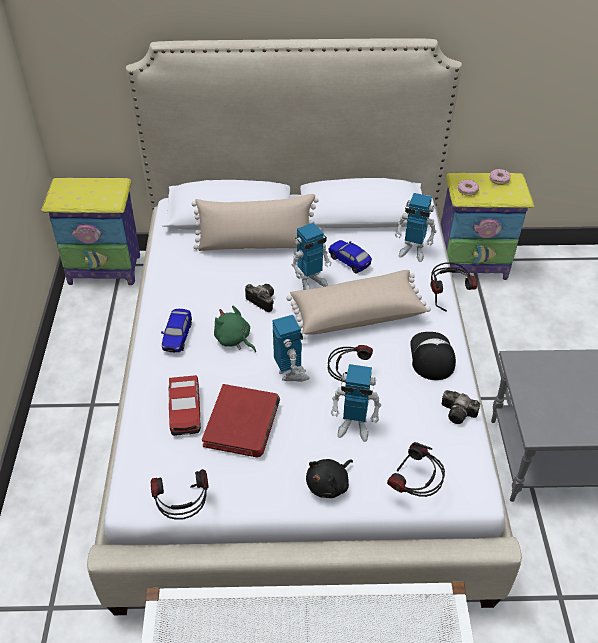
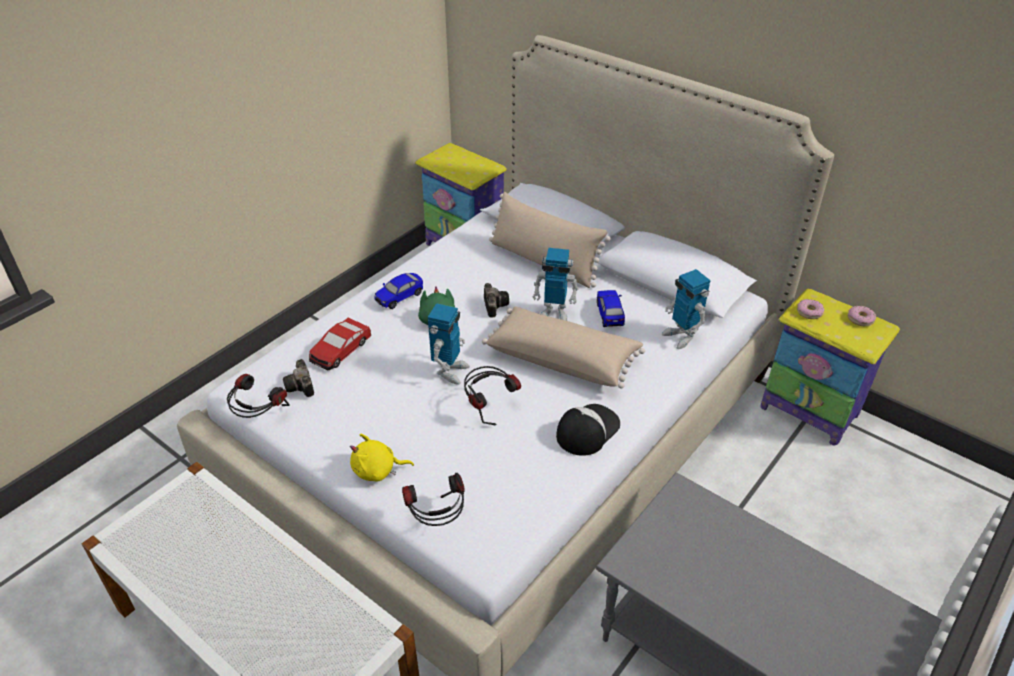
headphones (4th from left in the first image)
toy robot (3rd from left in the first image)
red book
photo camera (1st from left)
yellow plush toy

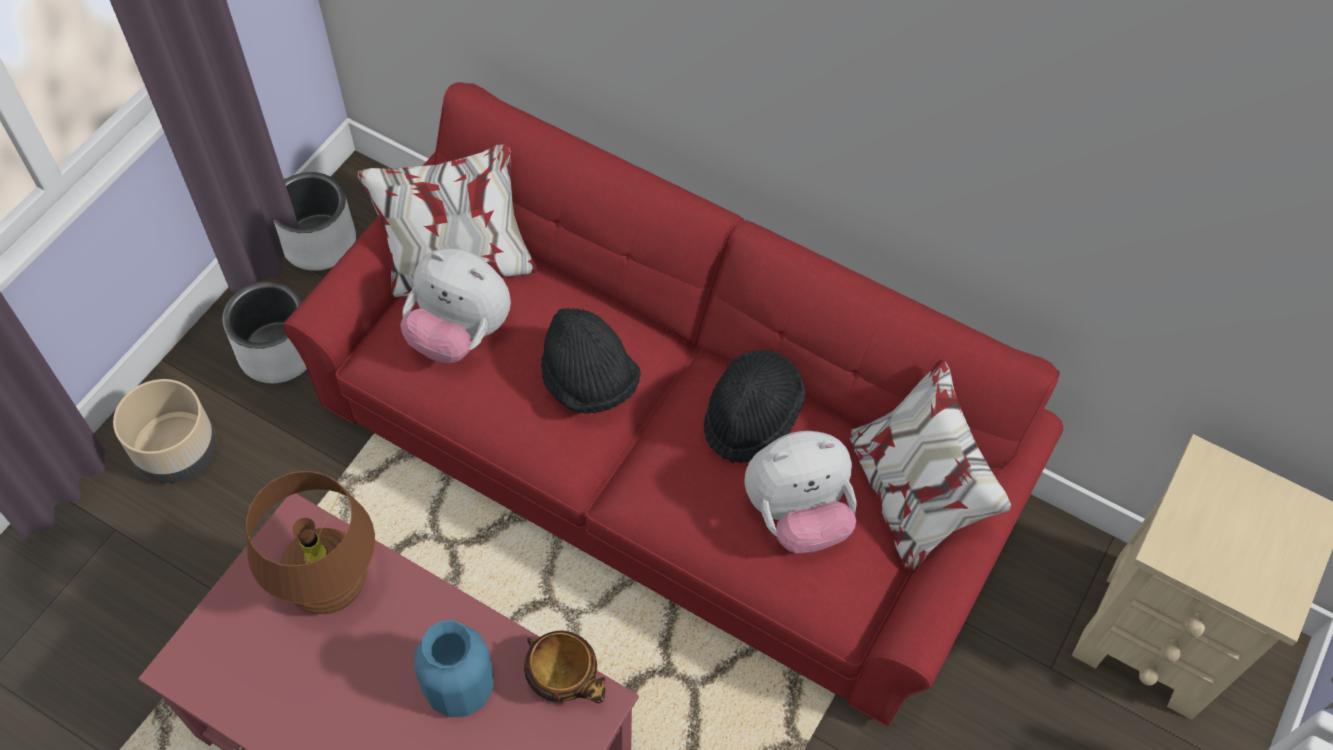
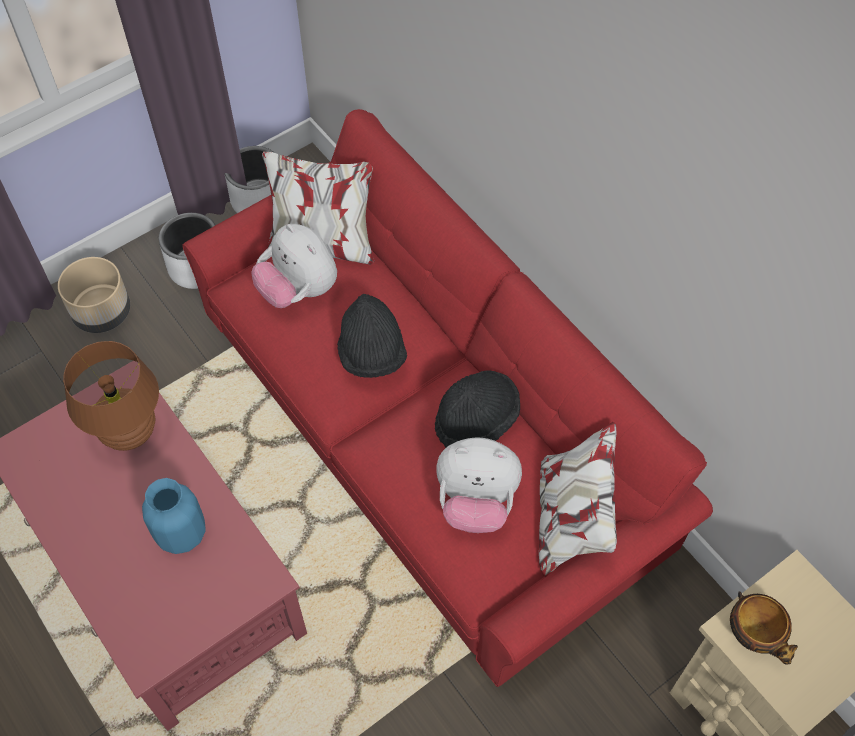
bowl

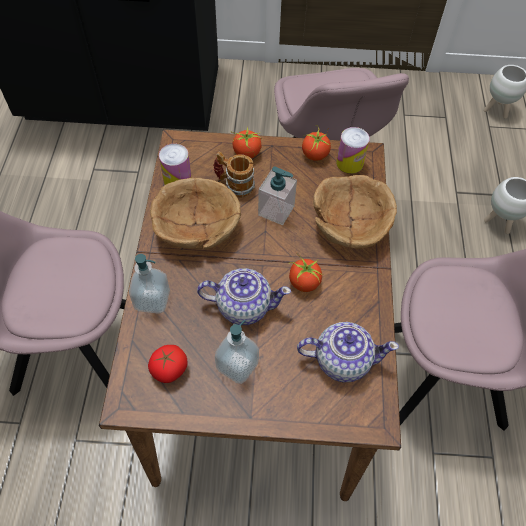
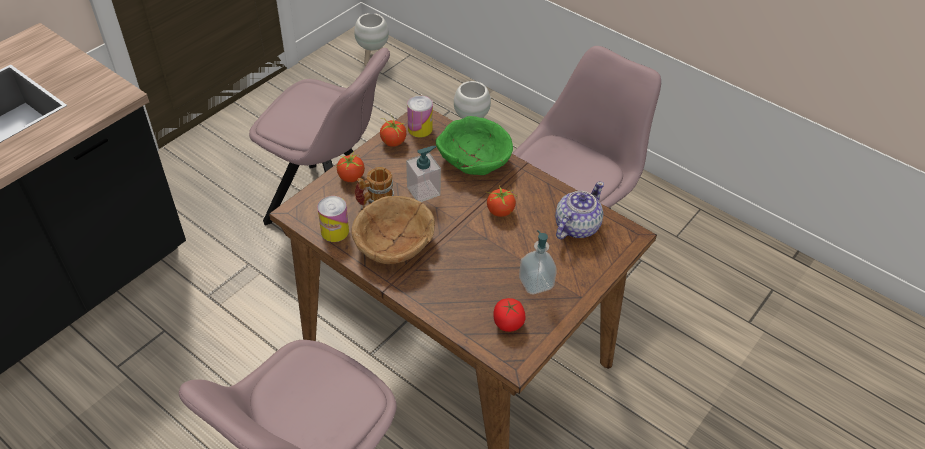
green bowl
soap dispenser (1st from left in the first image)
teapot (1st from left in the first image)

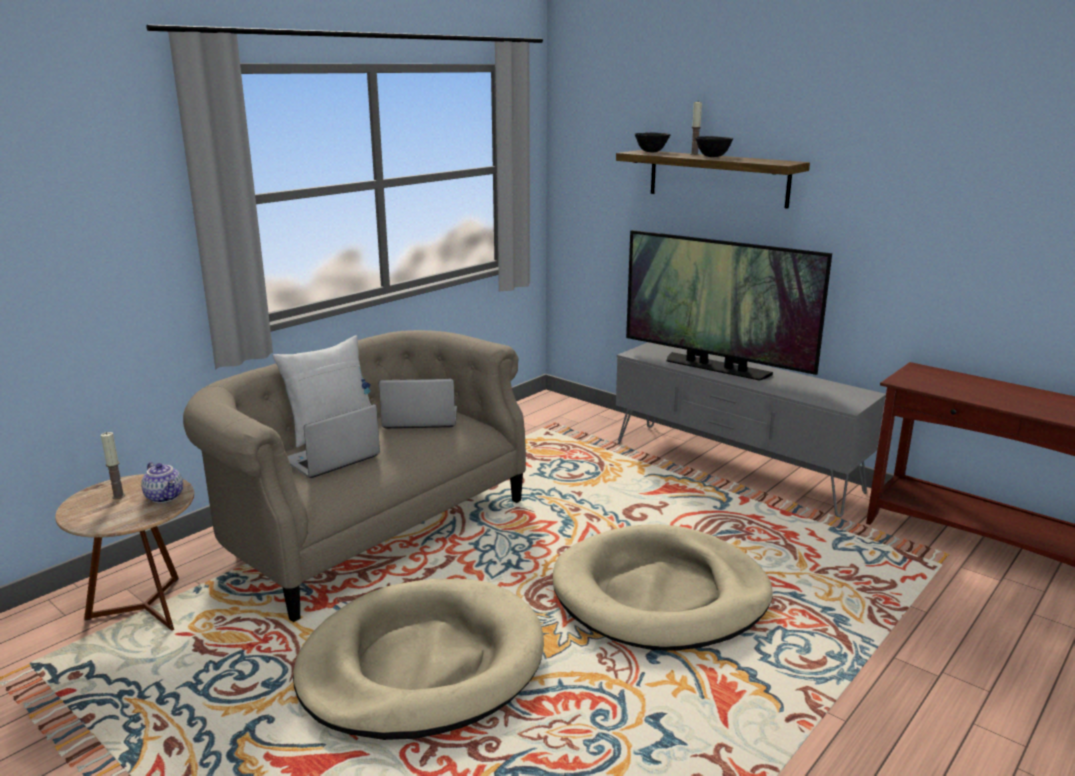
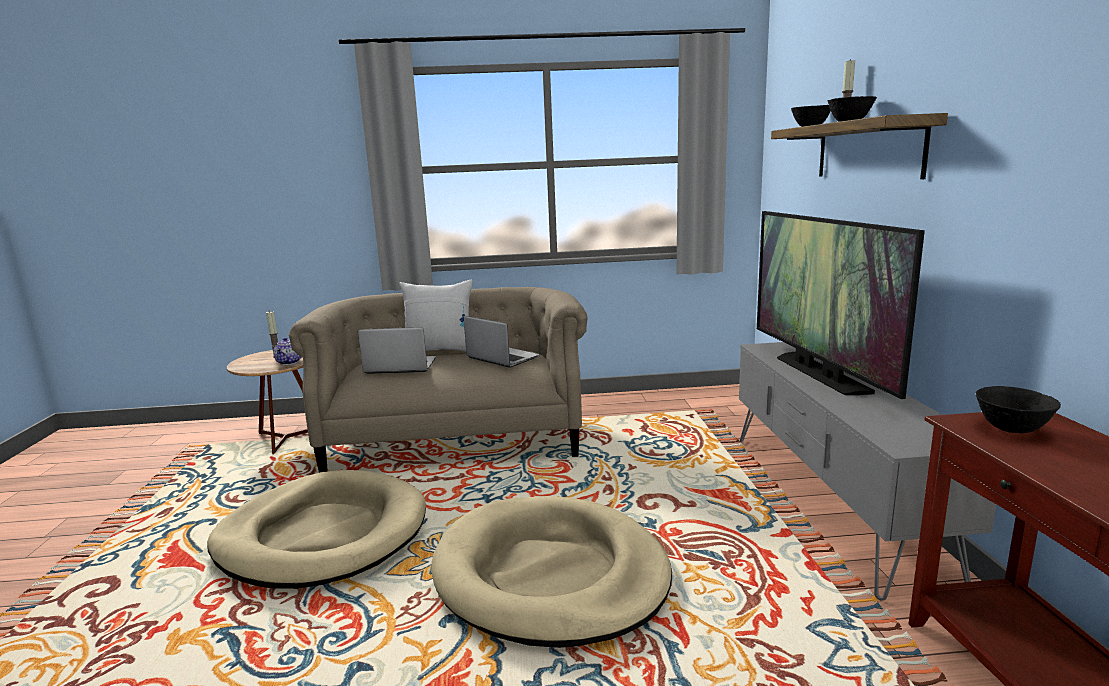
black bowl (3rd from left)

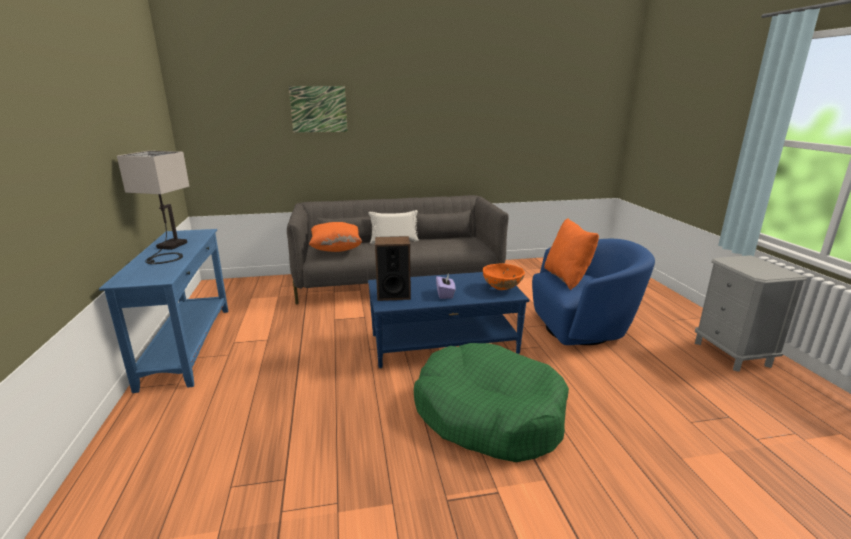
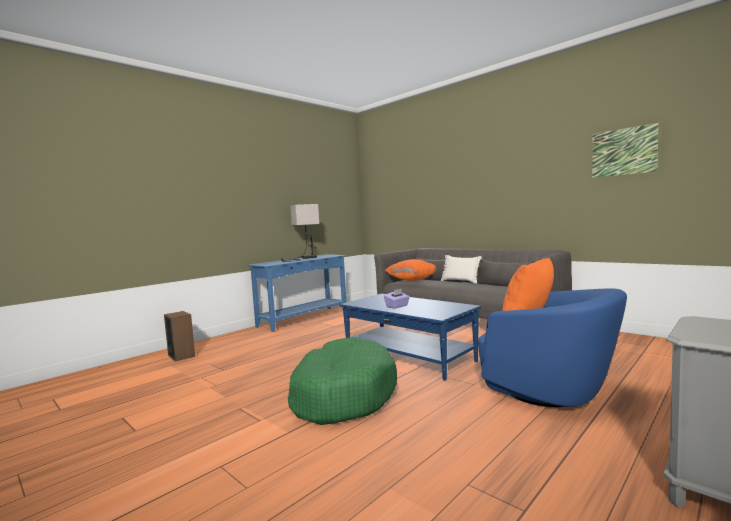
picture
speaker
orange bowl

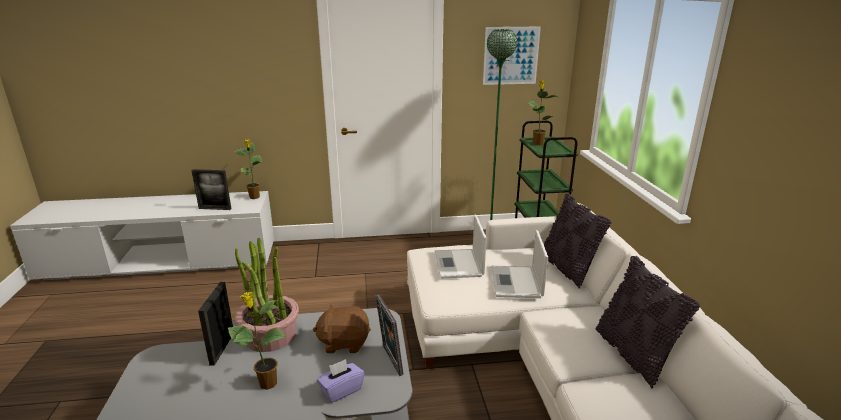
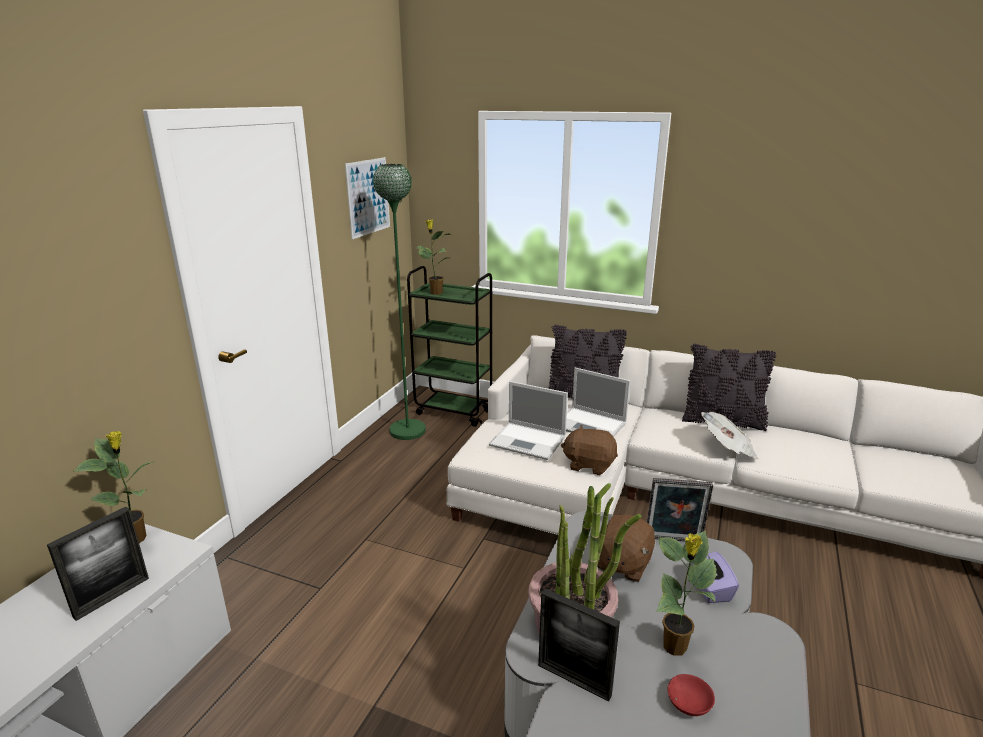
newspaper
brown plush toy (1st from left)
red bowl

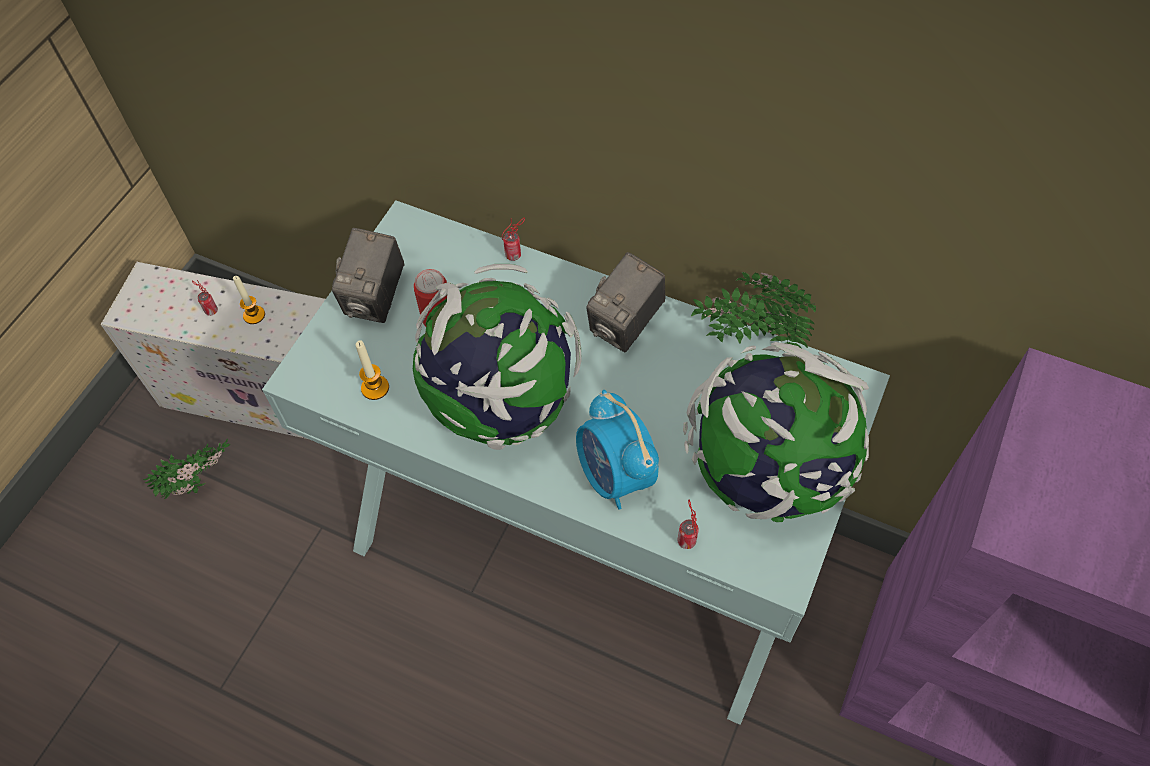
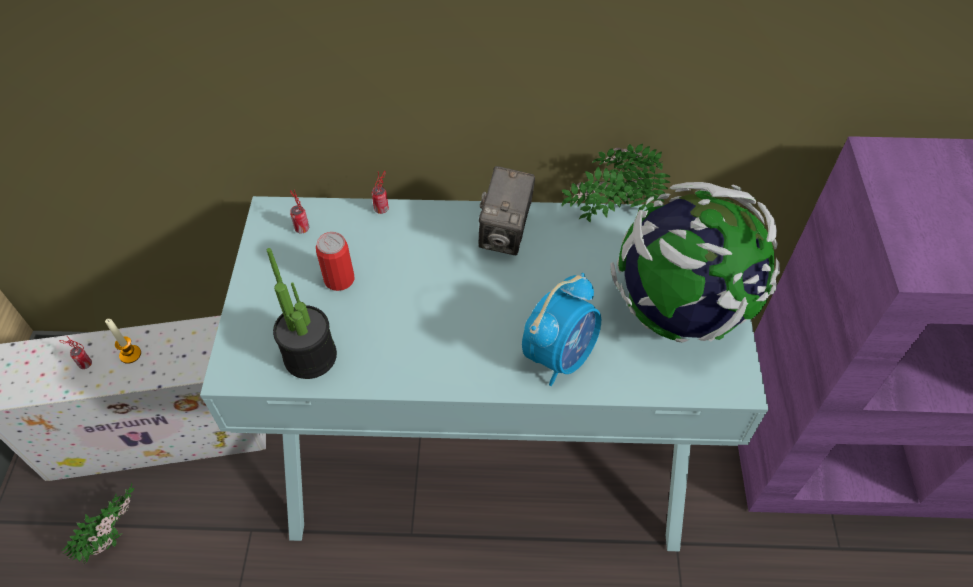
photo camera (1st from left in the first image)
globe (1st from left in the first image)
potted plant (2nd from left)
alarm clock
can (2nd from left)

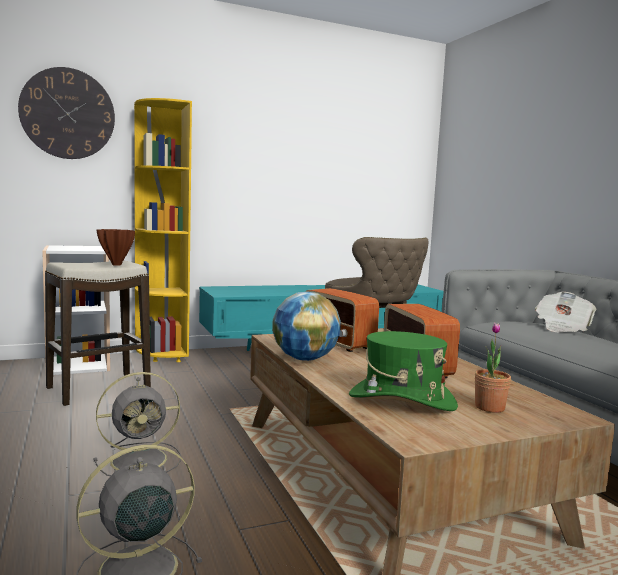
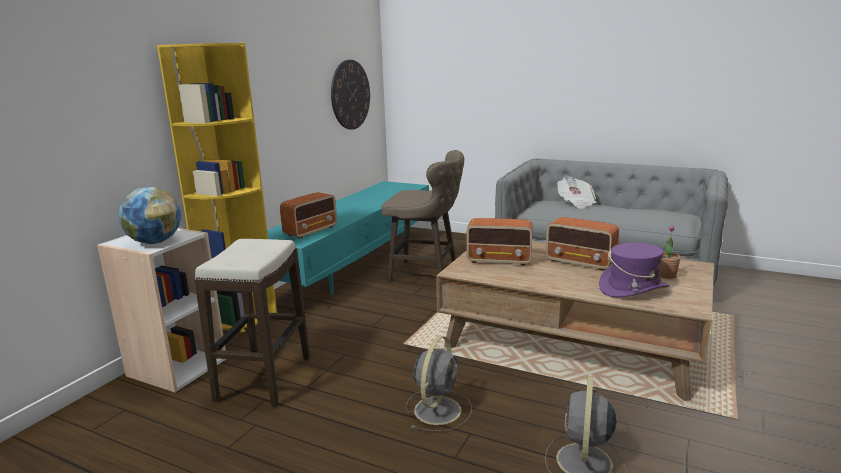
wall clock
brown vase
globe
purple hat
radio (1st from left)

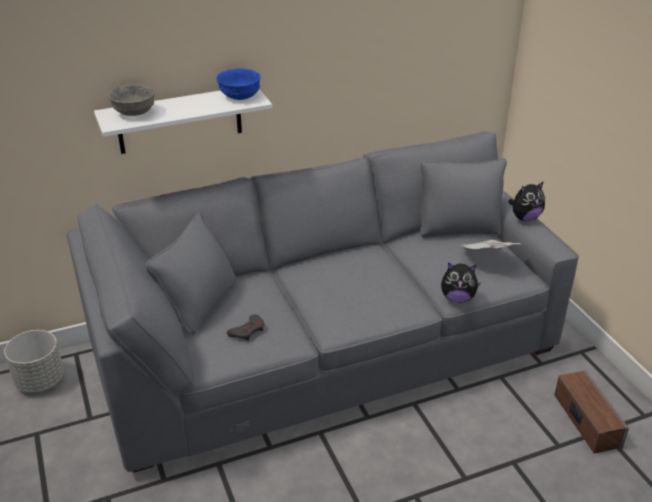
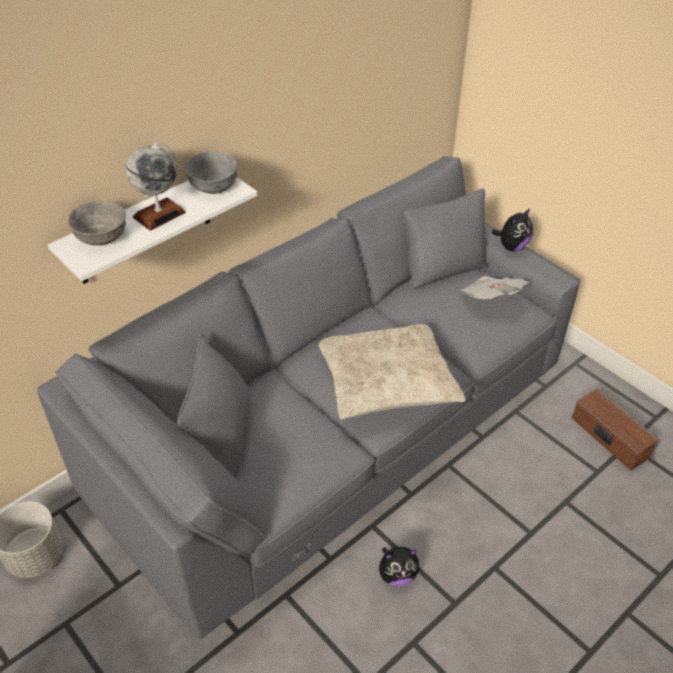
grey bowl (2nd from left)
plush toy (1st from left)
grey game controller
globe
beige pillow

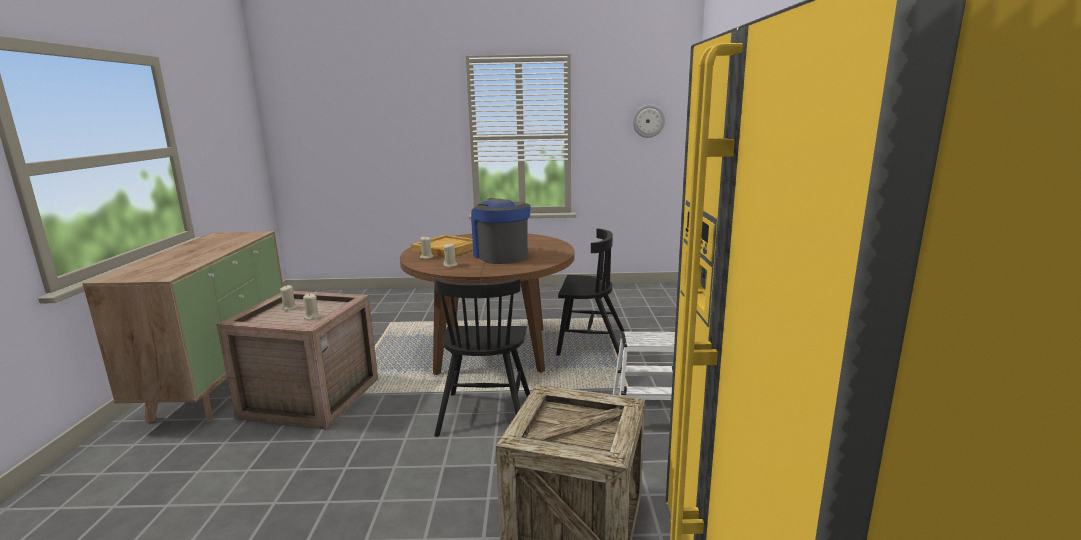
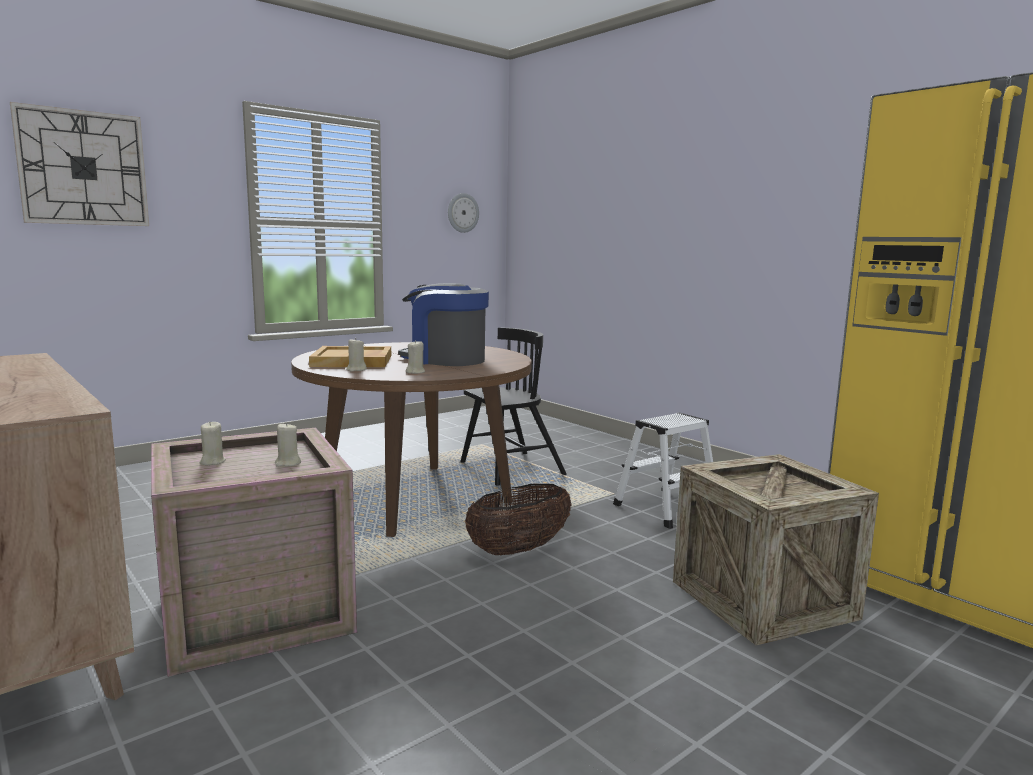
basket
wall clock (1st from left)

